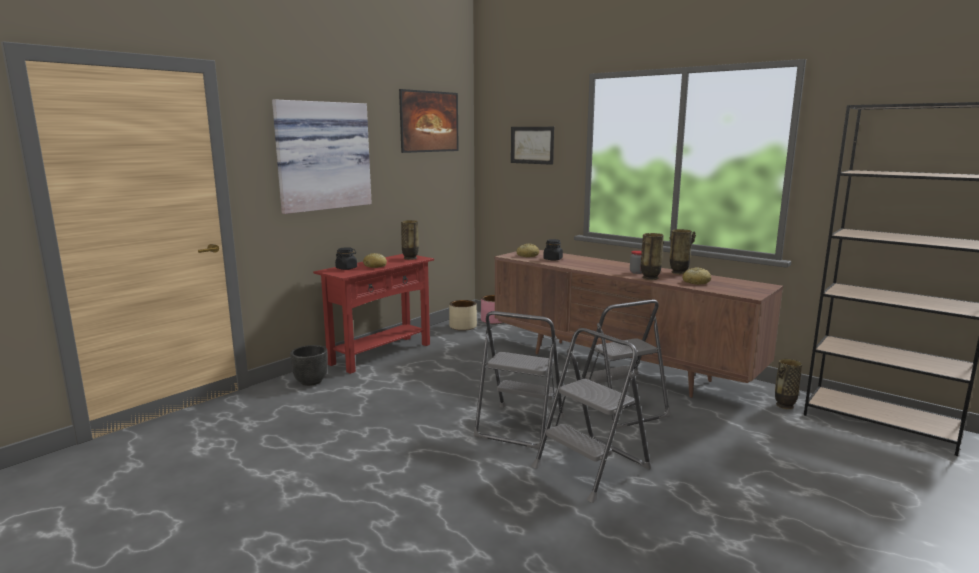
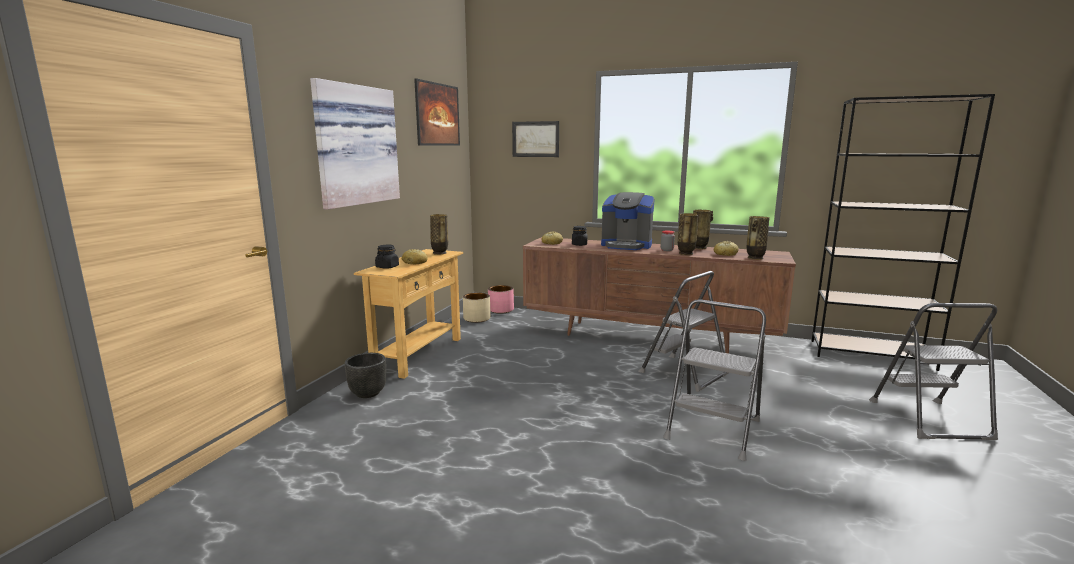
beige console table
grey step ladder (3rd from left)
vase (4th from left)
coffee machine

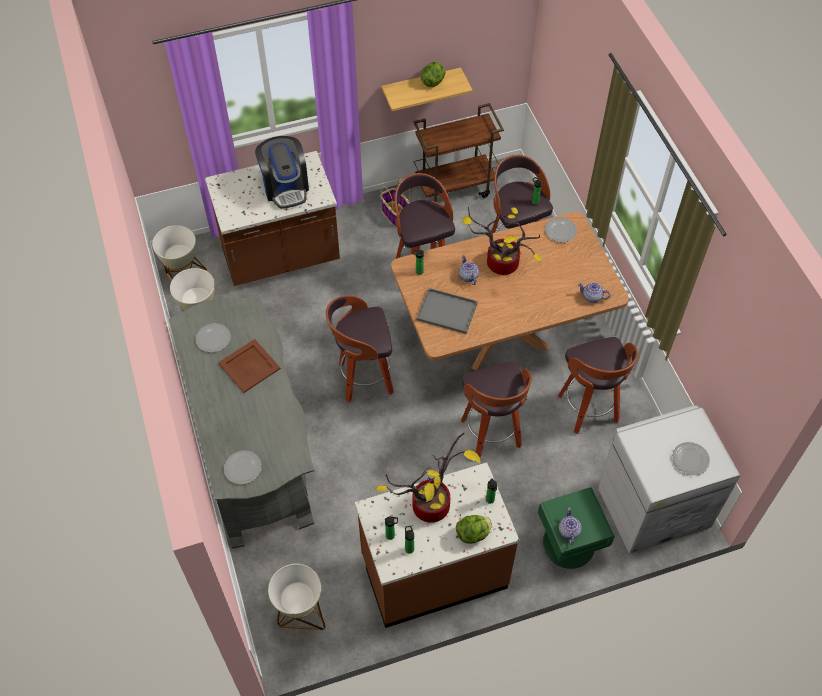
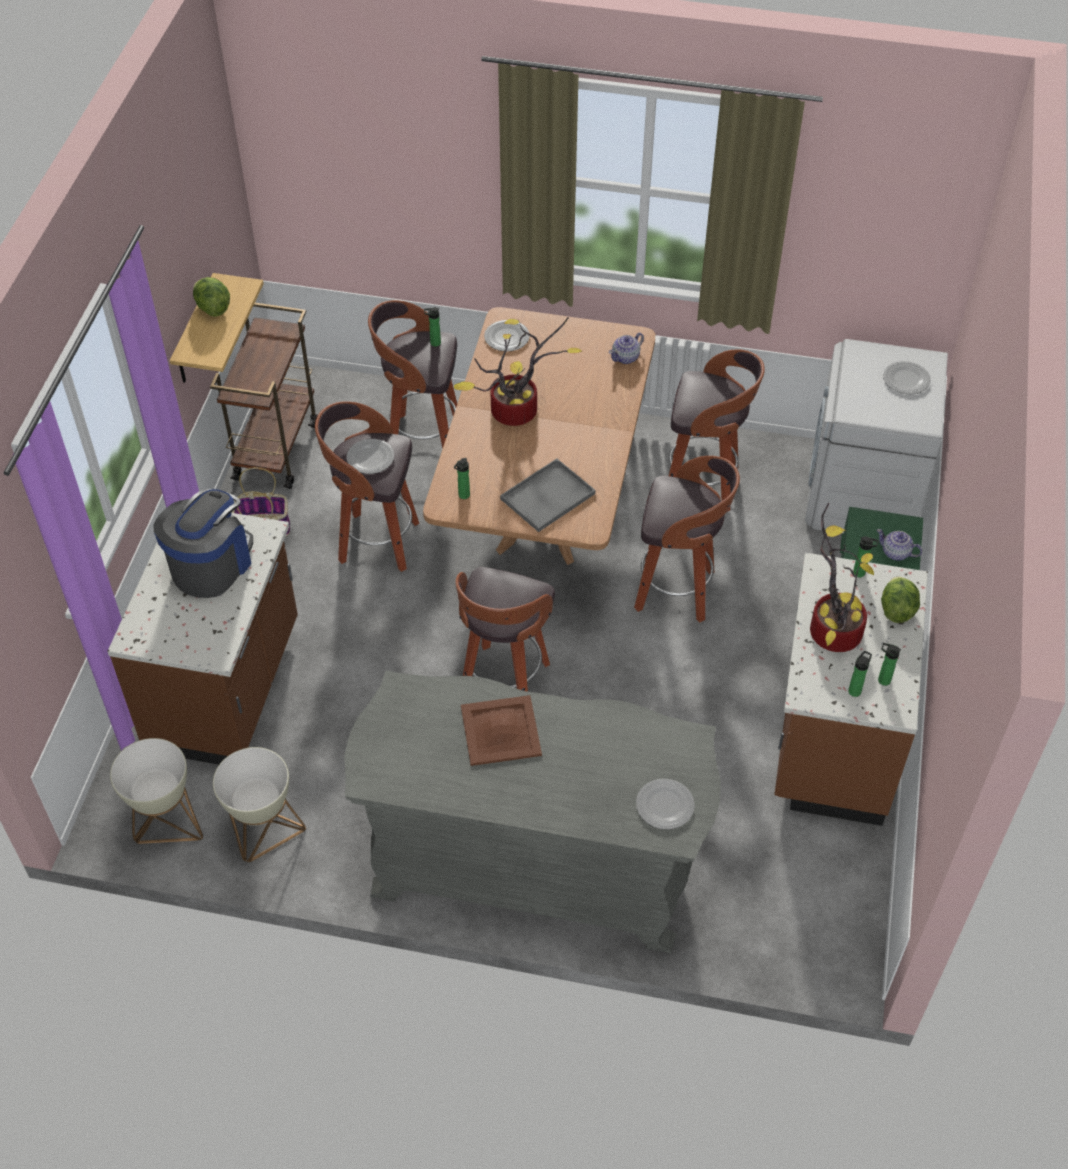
coffee machine
teapot (1st from left in the first image)
plate (1st from left)
planter (3rd from left in the first image)

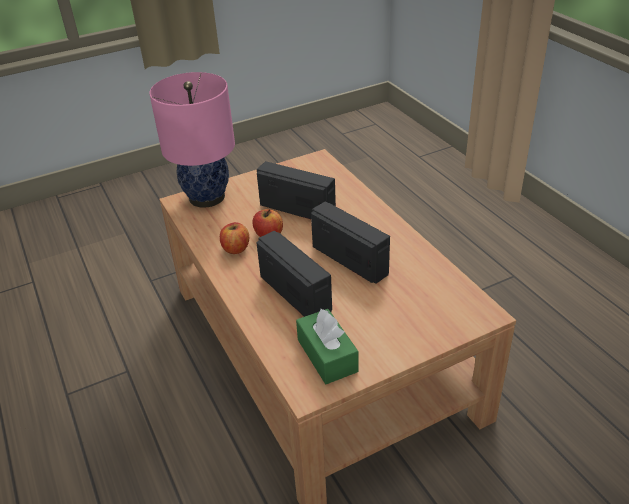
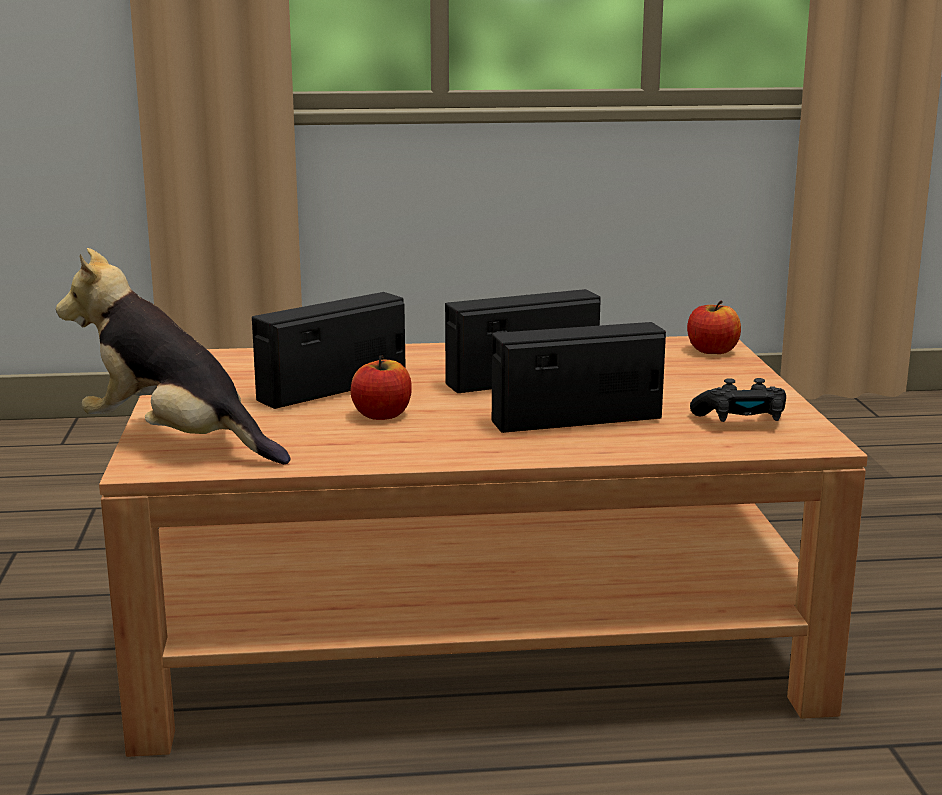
plush toy
apple (2nd from left)
black game controller

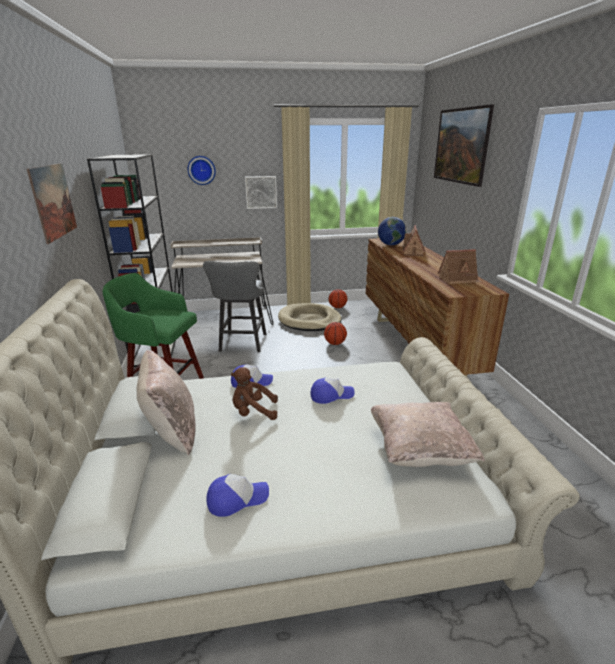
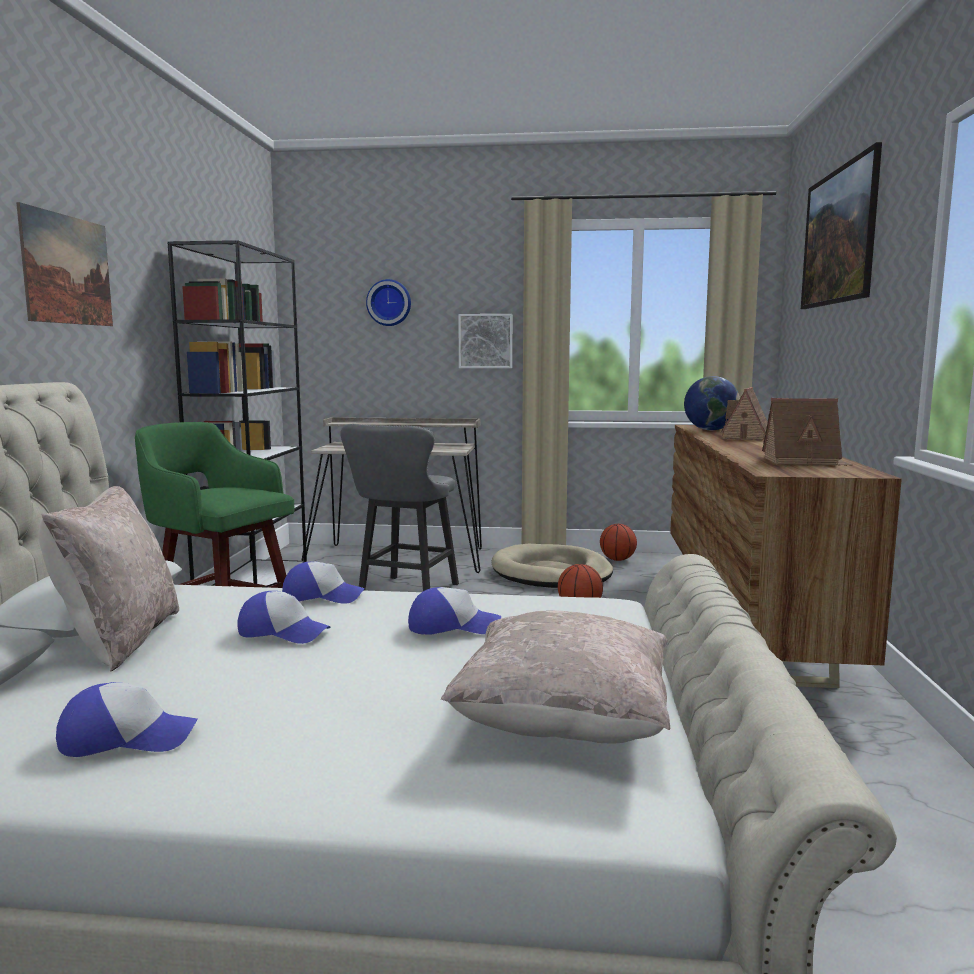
cap (2nd from left)

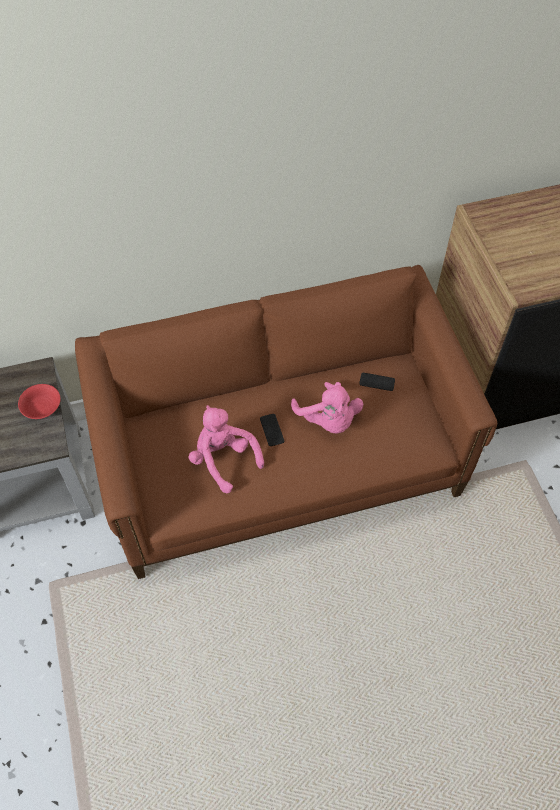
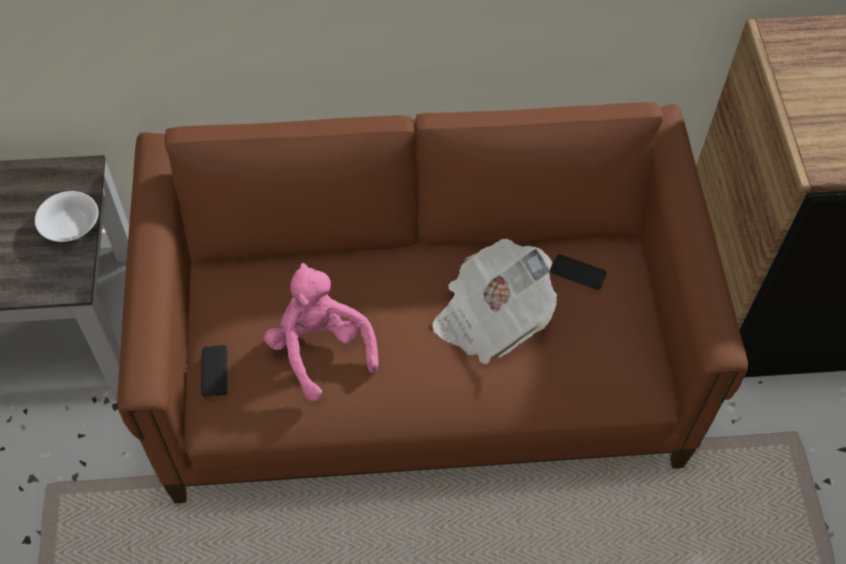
newspaper
white bowl
phone (1st from left)

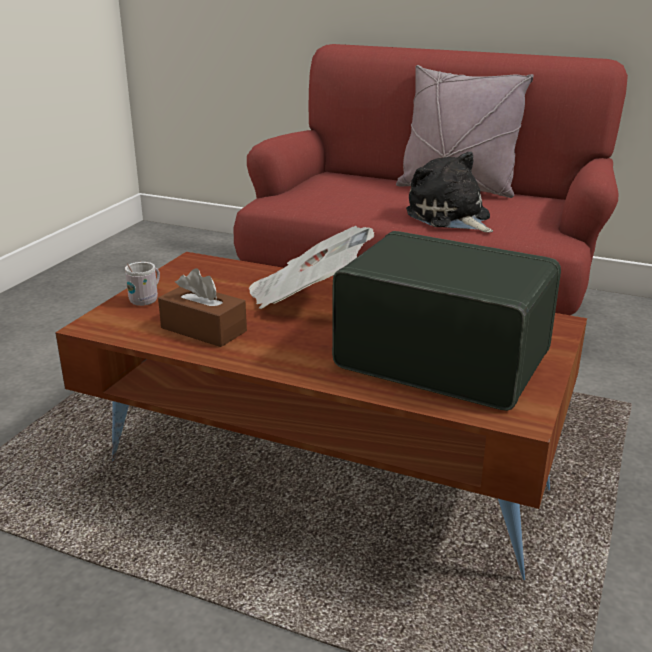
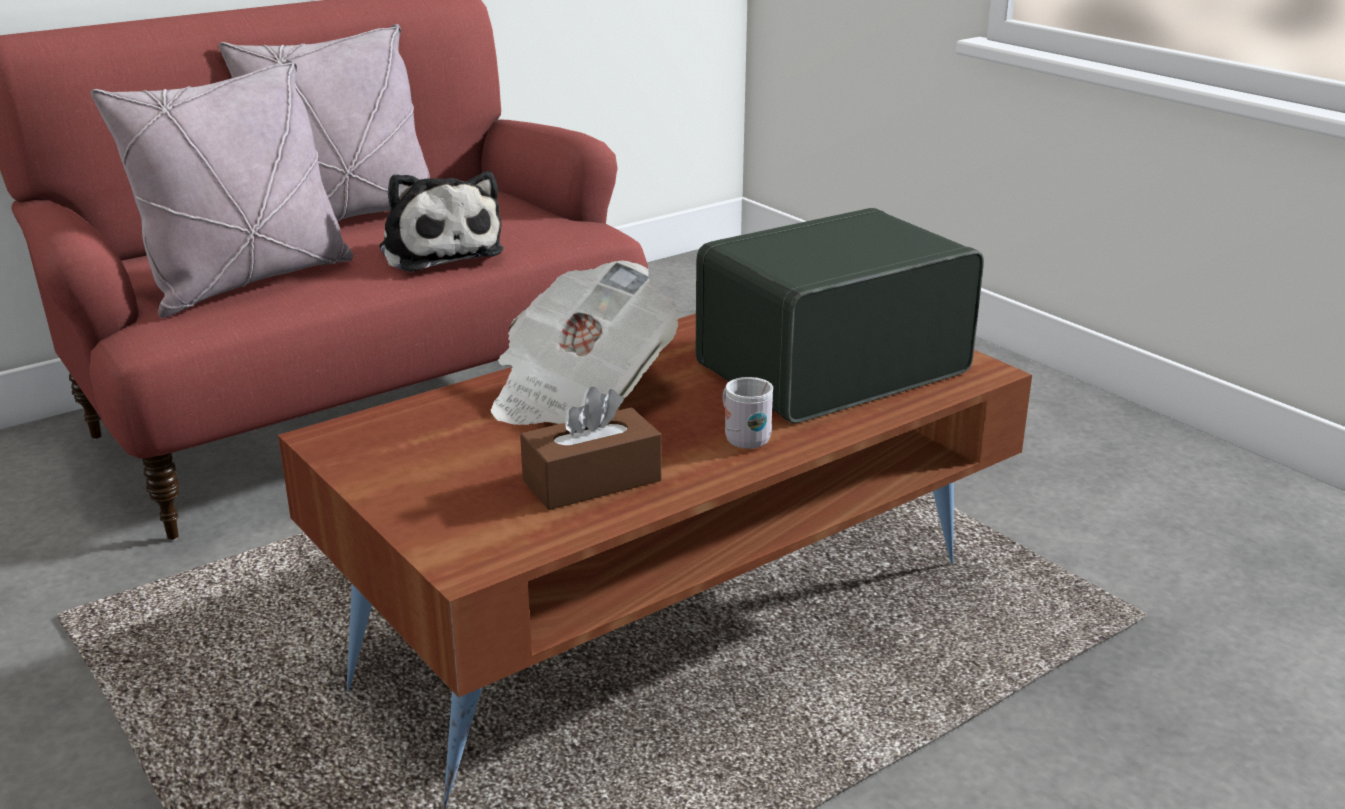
plush toy
white mug
purple pillow (1st from left)

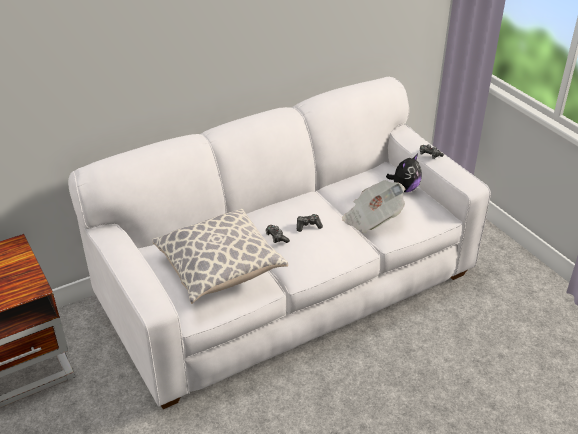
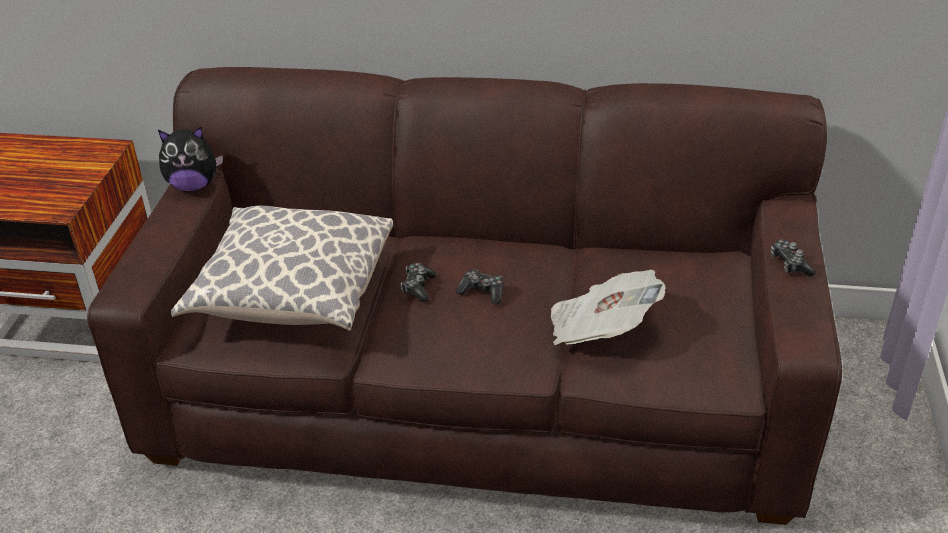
brown sofa
plush toy

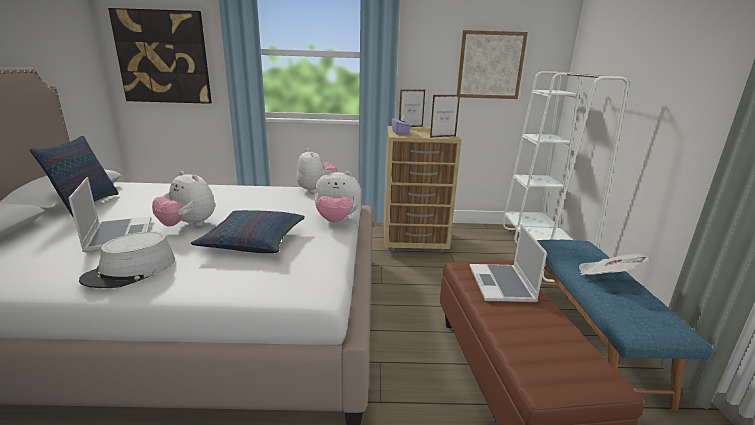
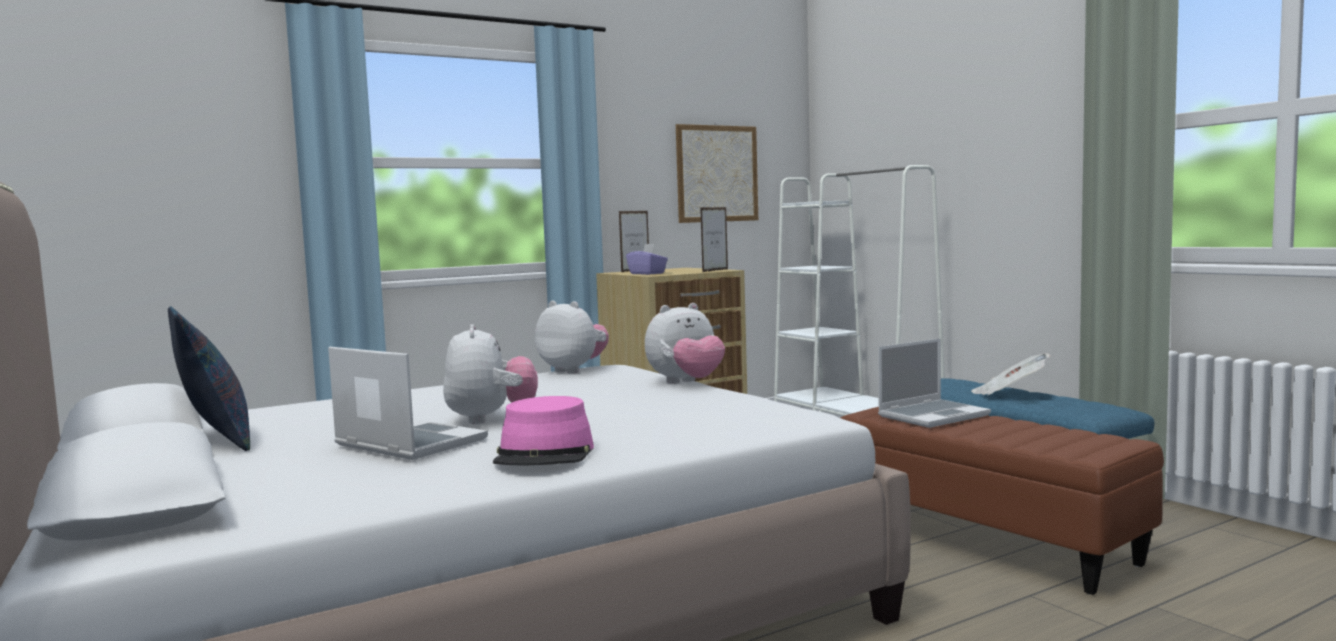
picture (1st from left in the first image)
plush toy (1st from left)
blue pillow (2nd from left in the first image)
laptop (2nd from left)
pink hat

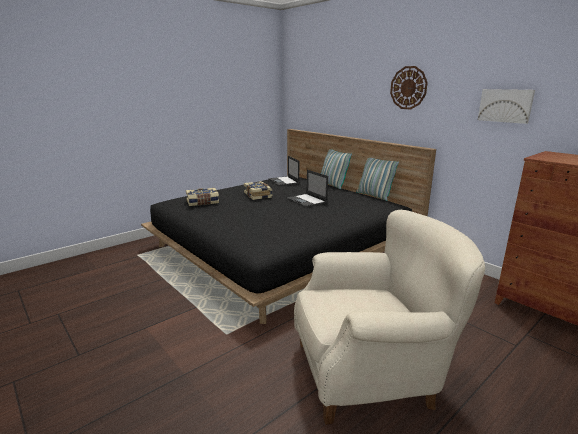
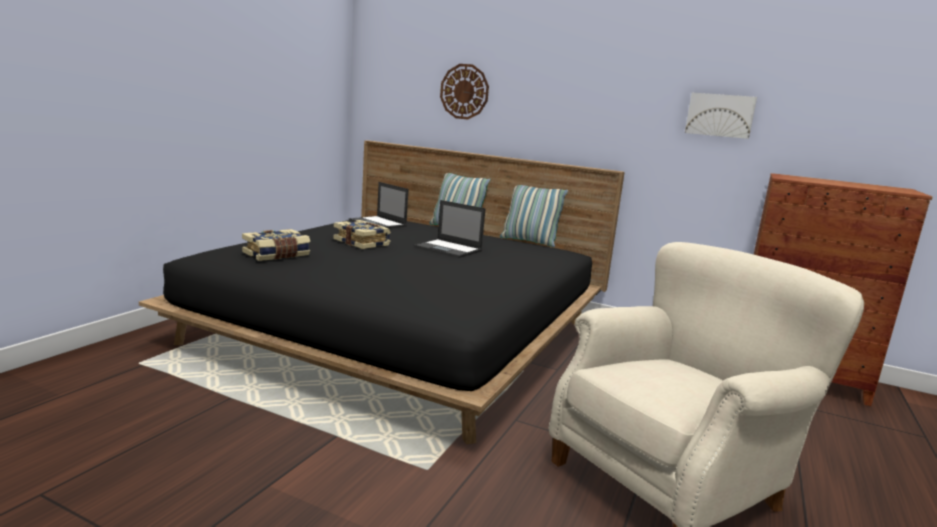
wall clock

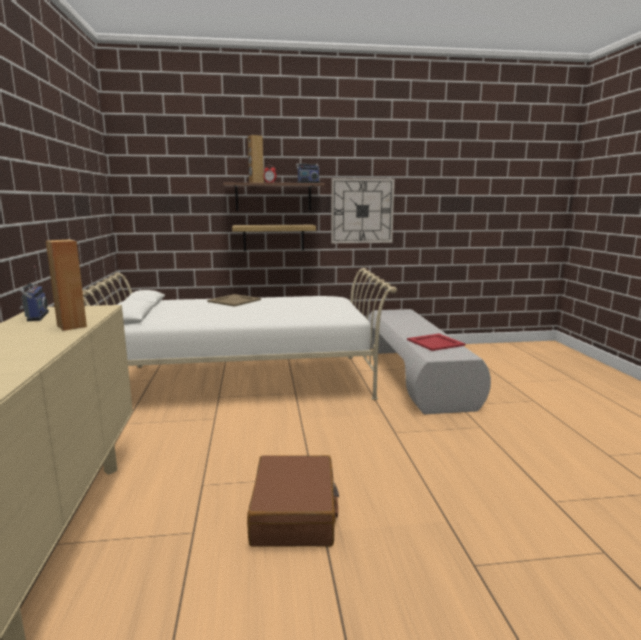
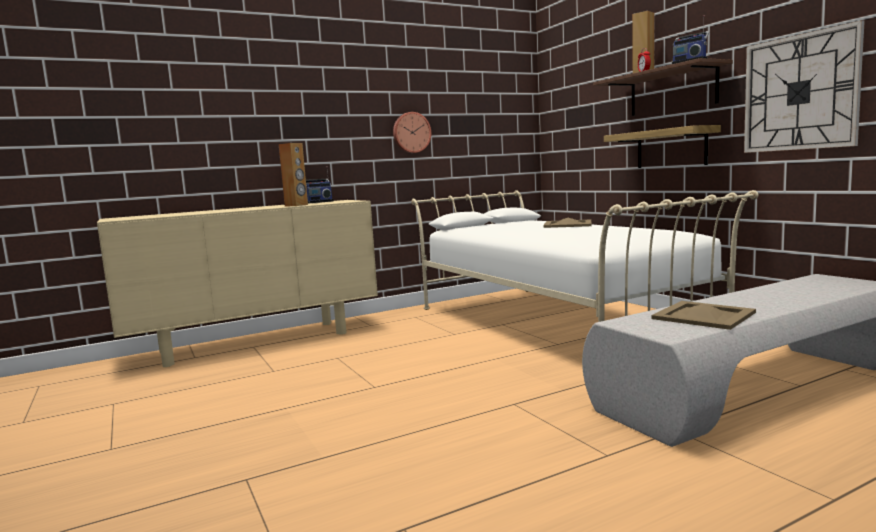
beige tray (2nd from left)
brown suitcase
wall clock (1st from left)

